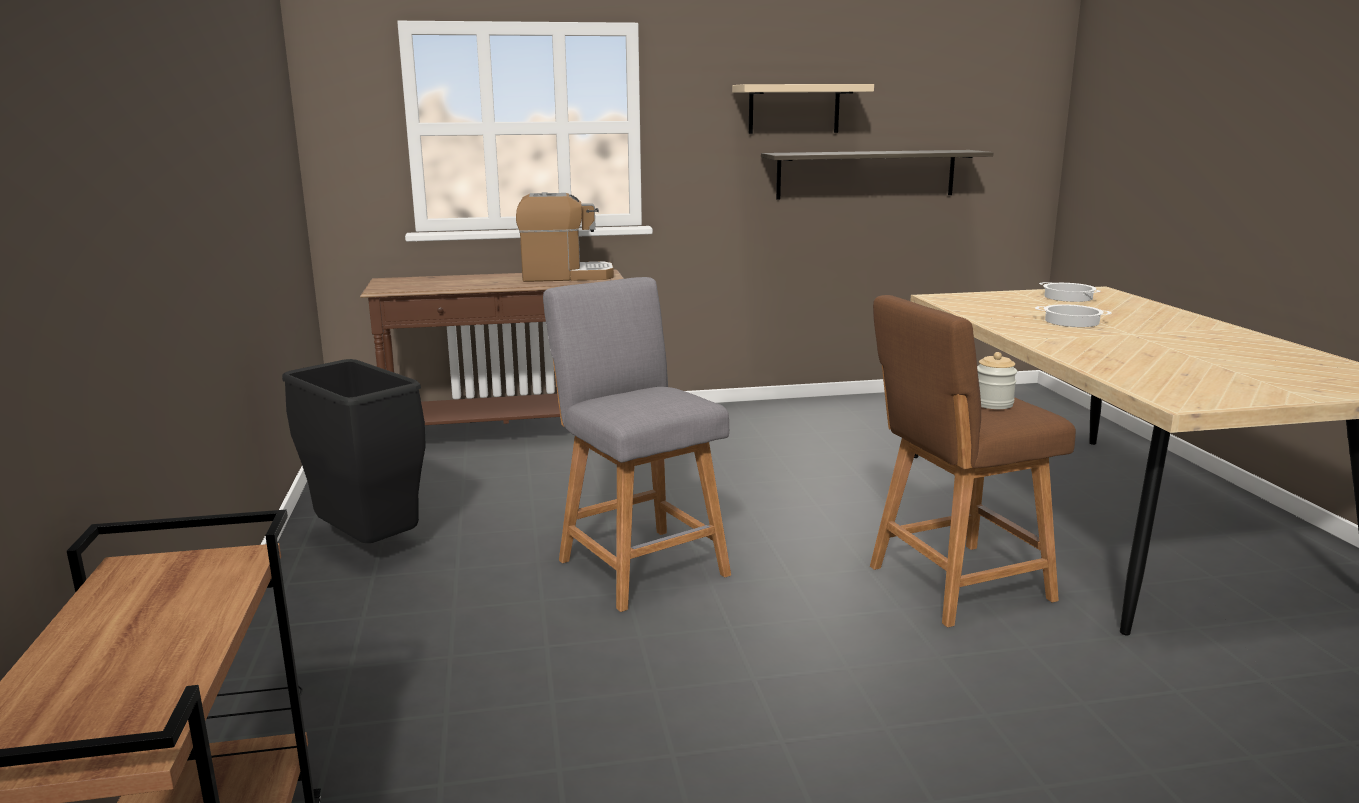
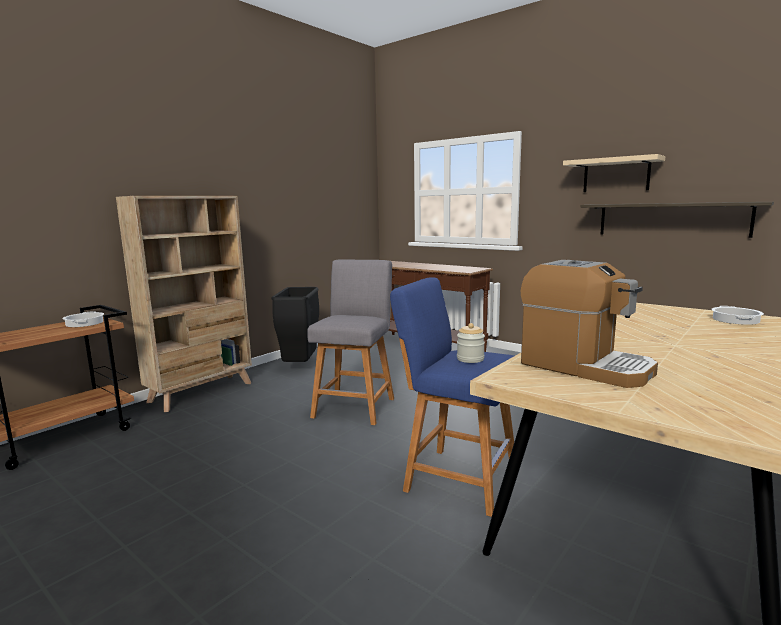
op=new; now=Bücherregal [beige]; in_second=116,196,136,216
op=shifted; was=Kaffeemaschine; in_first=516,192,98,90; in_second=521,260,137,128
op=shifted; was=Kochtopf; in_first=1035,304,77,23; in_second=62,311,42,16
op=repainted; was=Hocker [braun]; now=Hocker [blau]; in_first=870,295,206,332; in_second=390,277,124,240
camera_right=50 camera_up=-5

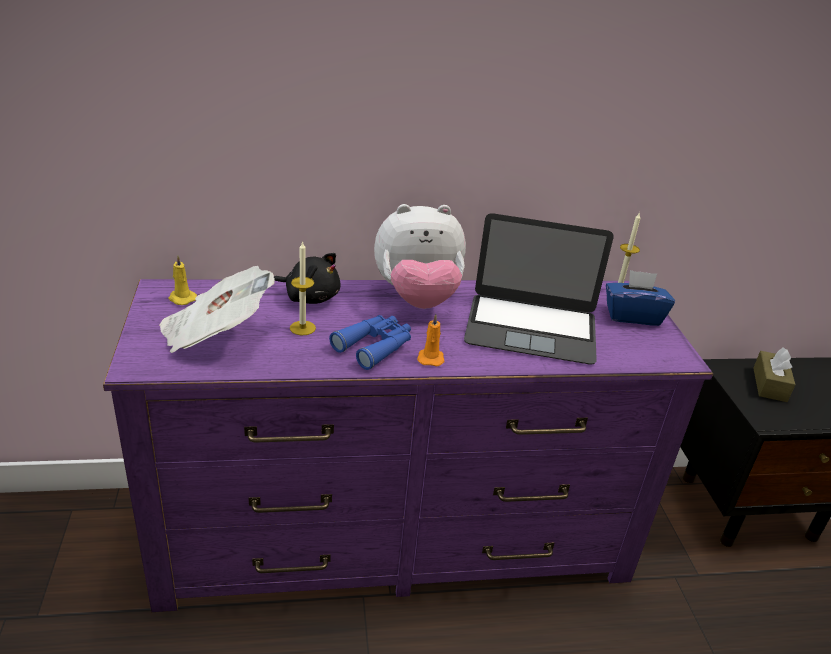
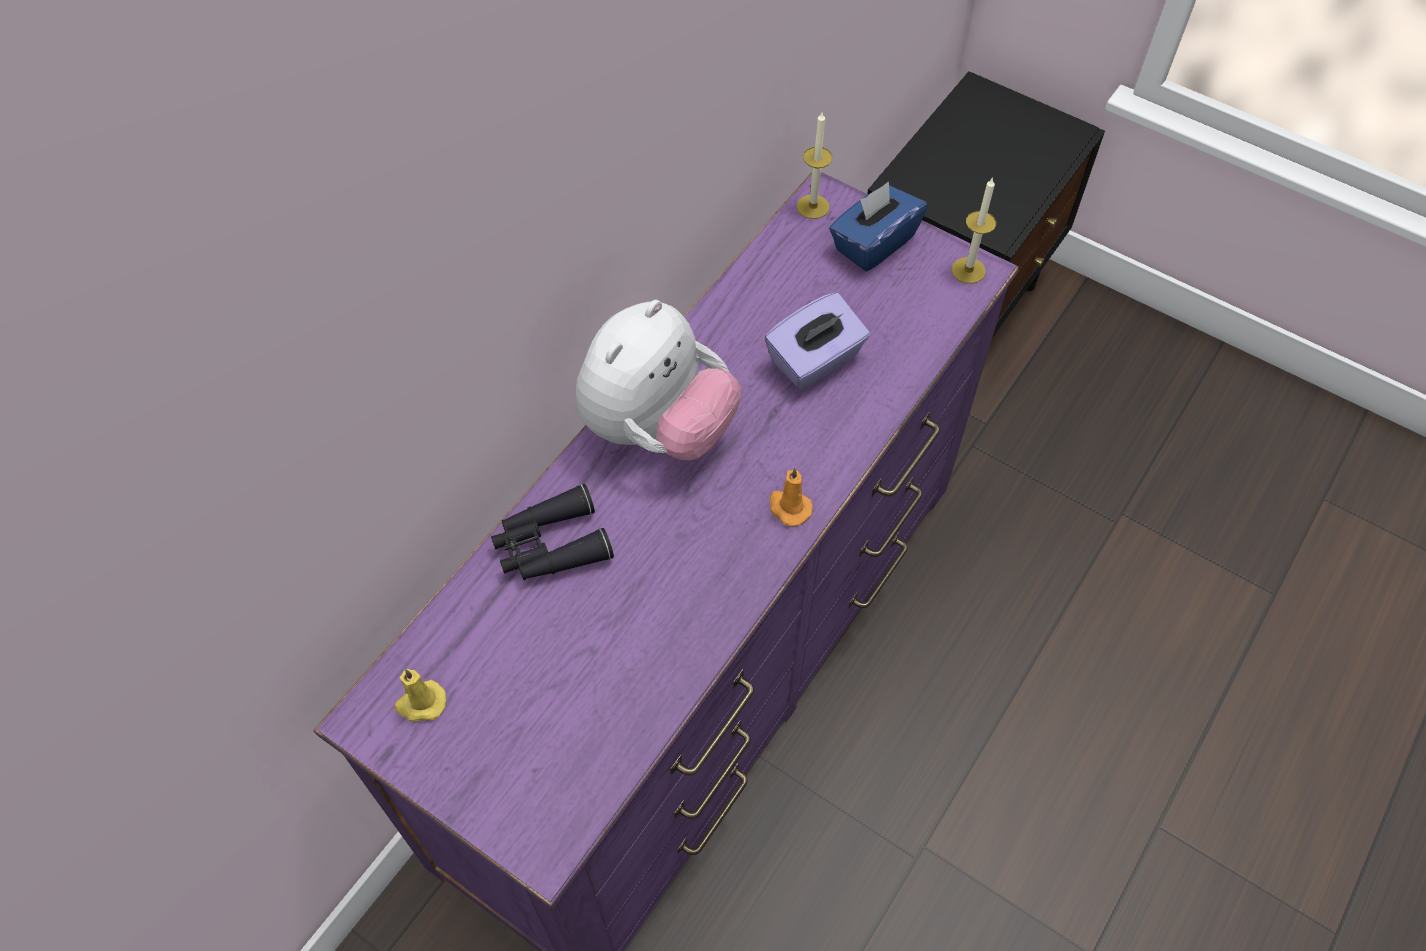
op=gone; was=Zeitung; in_first=159,266,116,87
op=gone; was=Fernglas [blau]; in_first=329,315,82,55
op=gone; was=Taschentuchbox [braun]; in_first=753,347,42,55
op=shifted; was=Kerze; in_first=290,241,26,94; in_second=952,177,44,107
op=swapped; was=Plüschtier [schwarz]; now=Fernglas [schwarz]; in_first=274,253,66,51; in_second=491,483,123,97
op=swapped; was=Laptop; now=Taschentuchbox [lila]; in_first=464,213,150,152; in_second=765,292,105,98
camera_right=-45 camera_up=25

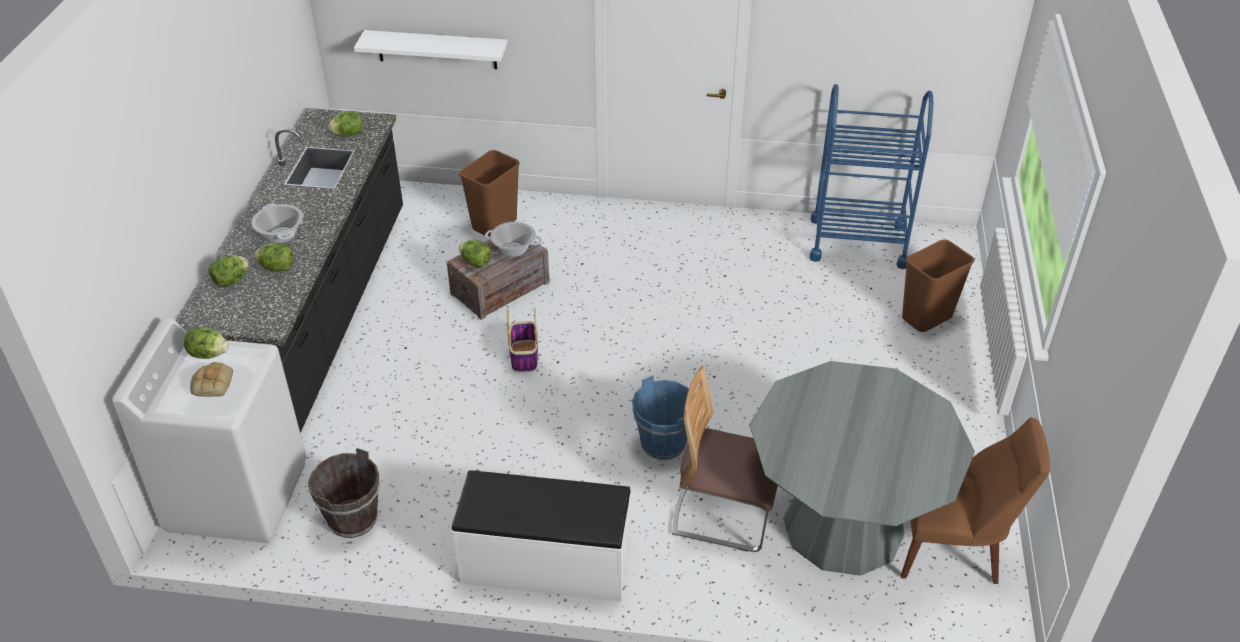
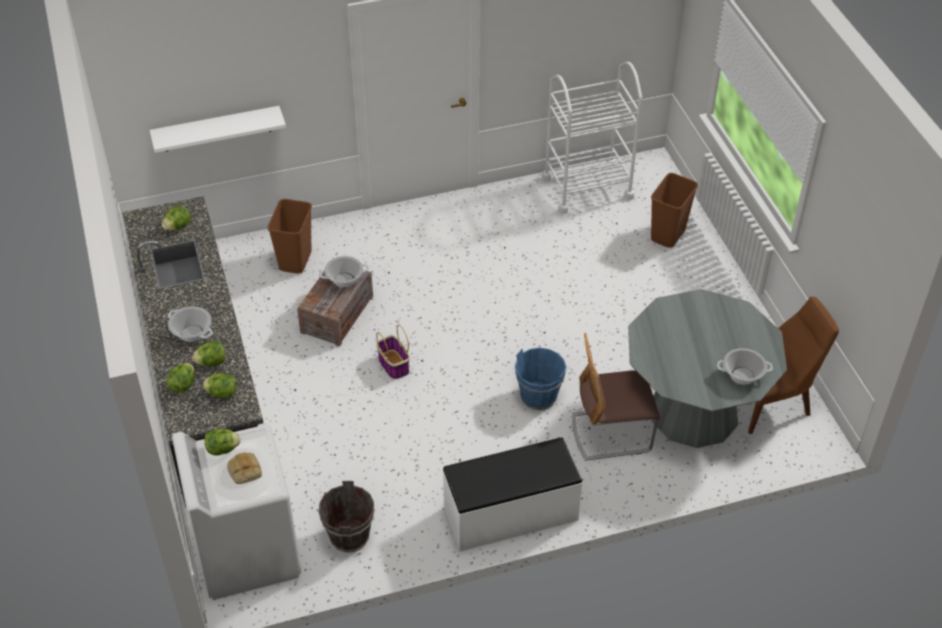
op=new; now=Kochtopf; in_second=716,348,57,36
op=shifted; was=Salatkopf; in_first=459,240,32,27; in_second=203,373,34,25
op=repainted; was=Rollwagen [blau]; now=Rollwagen [weiß]; in_first=809,84,124,185; in_second=542,61,100,153
camera_right=-25 camera_up=5

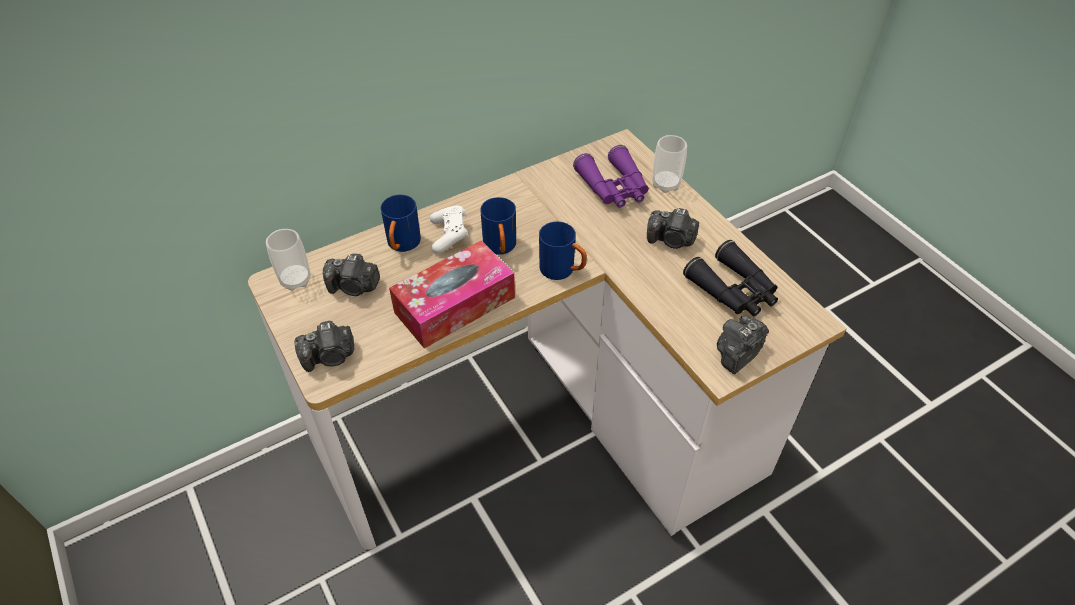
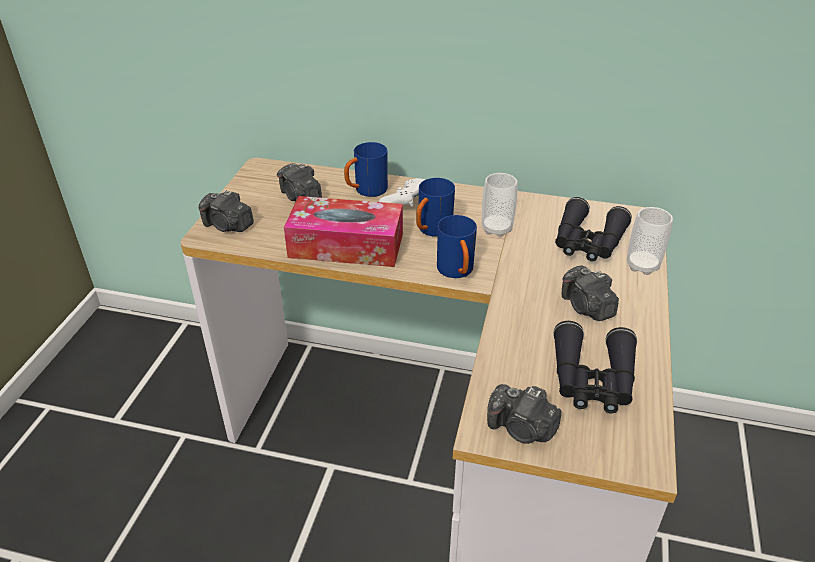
op=shifted; was=Tasse; in_first=266,229,45,62; in_second=482,173,36,64
op=repainted; was=Fernglas [lila]; now=Fernglas [schwarz]; in_first=573,145,76,63; in_second=555,197,77,65
op=rotated; was=Kamera; in_first=717,316,52,58; in_second=487,384,74,60; clockwise=-150
camera_right=45 camera_up=-10

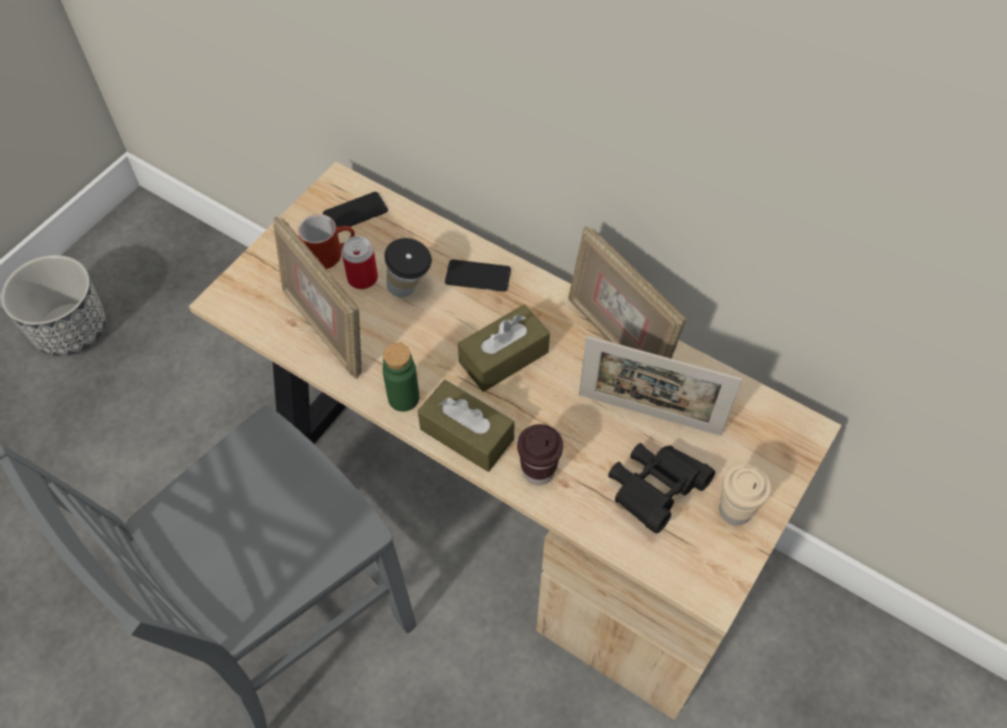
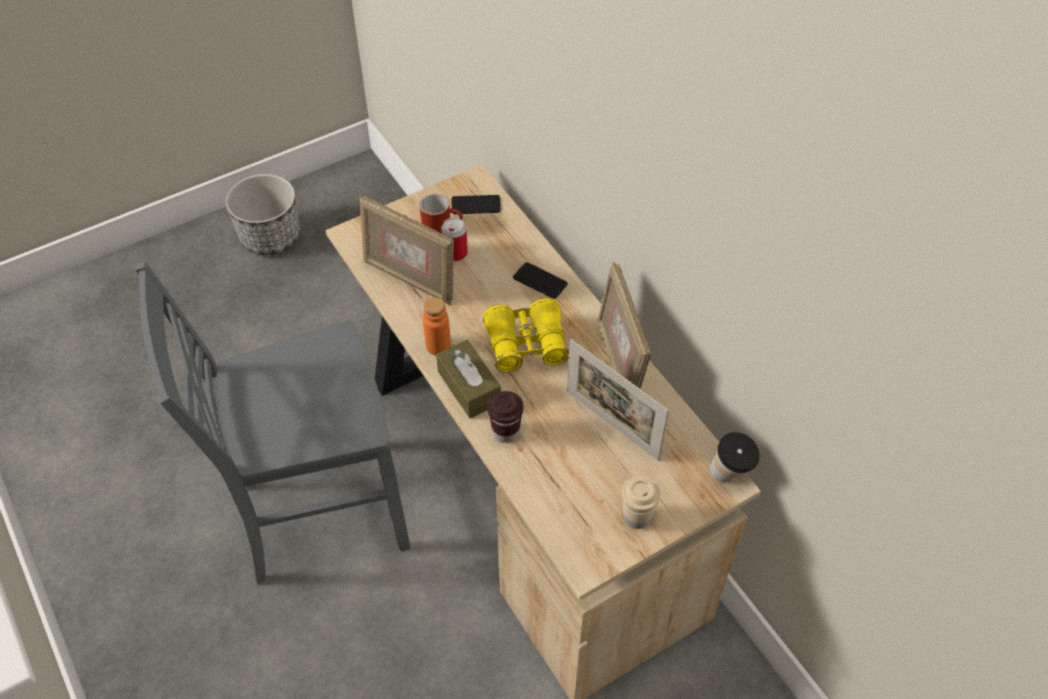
op=gone; was=Fernglas [schwarz]; in_first=608,443,107,90
op=shifted; was=Tasse; in_first=385,238,47,59; in_second=710,432,50,50
op=swapped; was=Taschentuchbox [braun]; now=Fernglas [gelb]; in_first=458,304,92,88; in_second=483,298,86,75
op=repainted; was=Flasche [grün]; now=Flasche [orange]; in_first=383,343,36,69; in_second=423,297,28,59
op=rotated; was=Bilderrahmen; in_first=273,217,89,162; in_second=360,196,94,109; clockwise=-45
camera_right=25 camera_up=-5

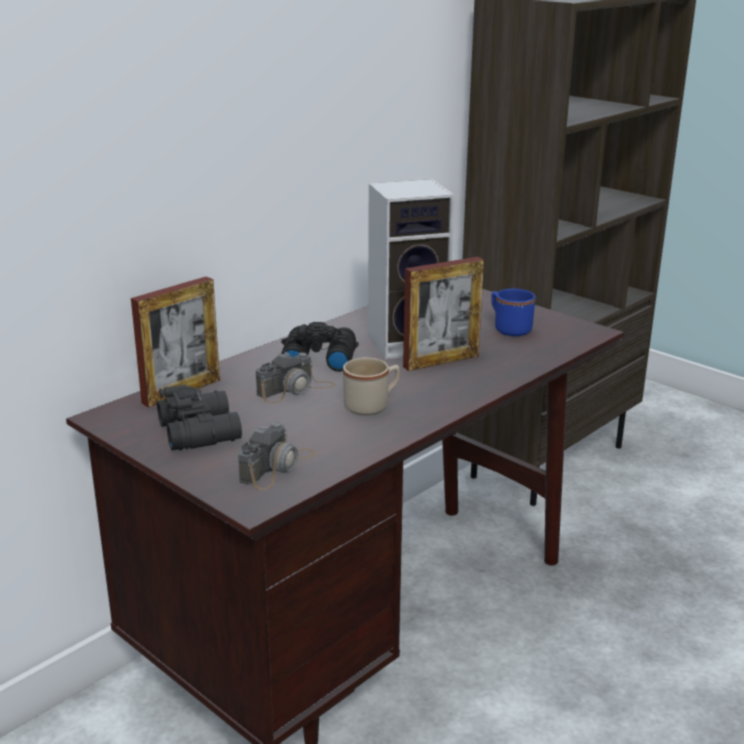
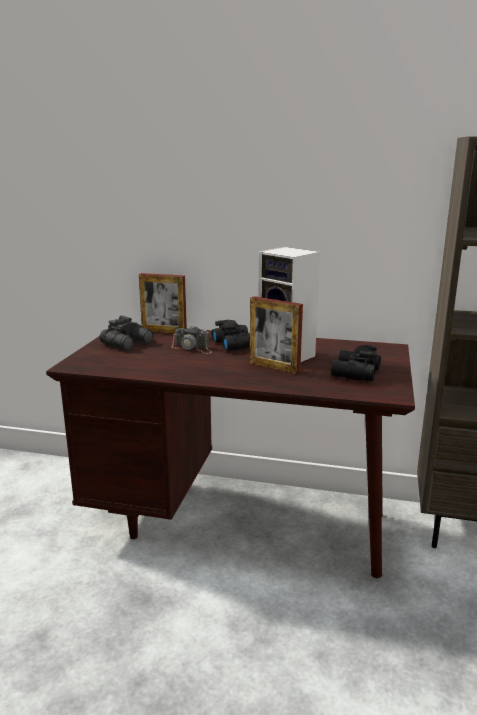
op=gone; was=Kamera; in_first=238,422,78,68
op=gone; was=Henkelbecher [beige]; in_first=343,358,57,58
op=swapped; was=Henkelbecher [blau]; now=Fernglas [schwarz]; in_first=491,289,45,47; in_second=331,345,50,37
camera_right=60 camera_up=-5

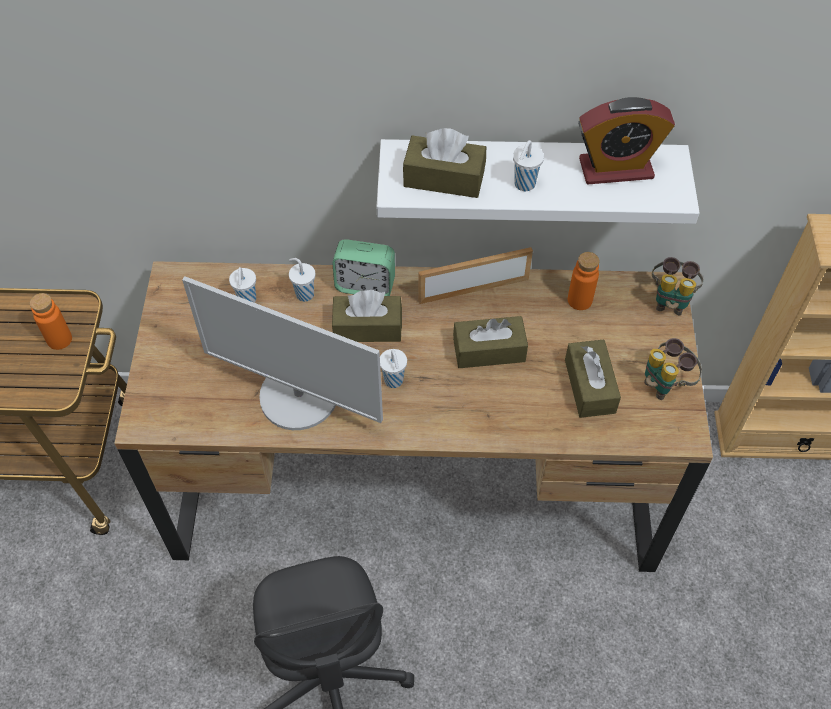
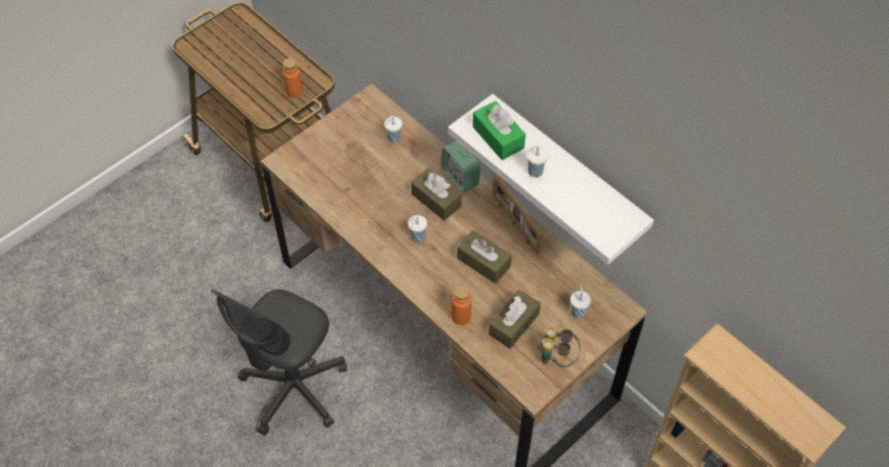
op=gone; was=Monitor; in_first=182,276,201,154
op=gone; was=Wecker; in_first=578,97,97,87
op=gone; was=Fernglas; in_first=652,257,52,58
op=shifted; was=Tasse [weiß]; in_first=289,258,26,44; in_second=570,285,21,34
op=shifted; was=Flasche [orange]; in_first=568,252,32,58; in_second=452,285,19,40
op=repainted; was=Taschentuchbox [braun]; now=Taschentuchbox [grün]; in_first=403,128,83,70; in_second=473,101,53,59
op=rotated; was=Bilderrahmen; in_first=418,247,115,57; in_second=493,174,50,80; clockwise=-150
camera_right=45 camera_up=0

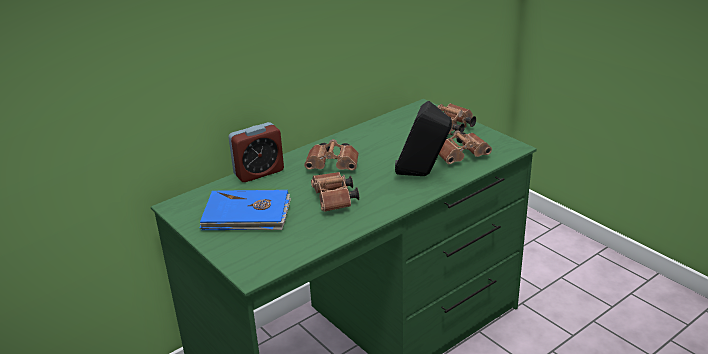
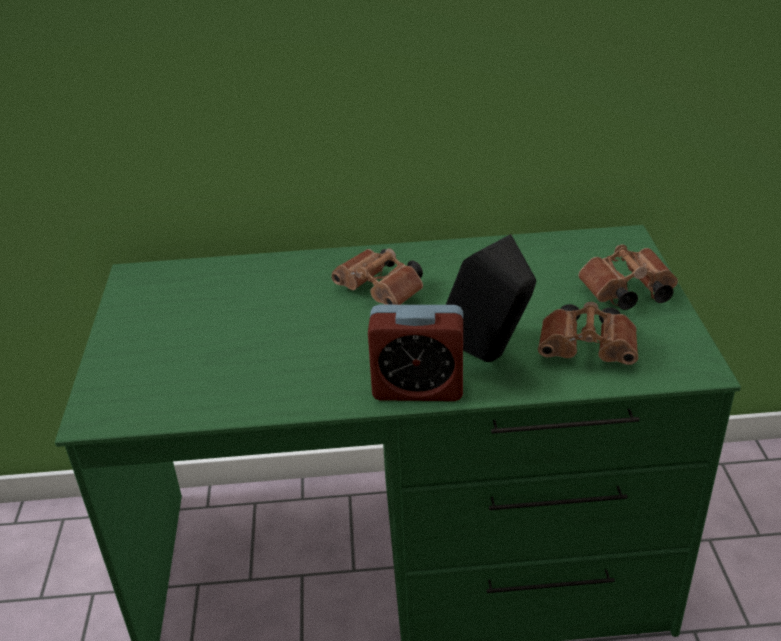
op=gone; was=Buch [blau]; in_first=200,190,91,40
op=gone; was=Fernglas [braun]; in_first=311,172,48,40
op=shifted; was=Wecker; in_first=228,122,56,60; in_second=368,305,95,96
camera_right=35 camera_up=5

